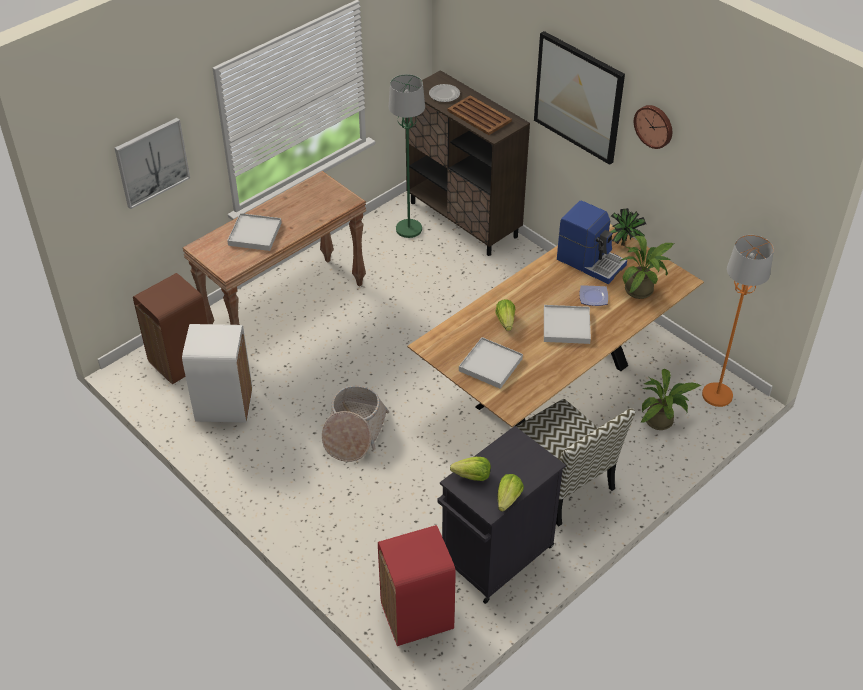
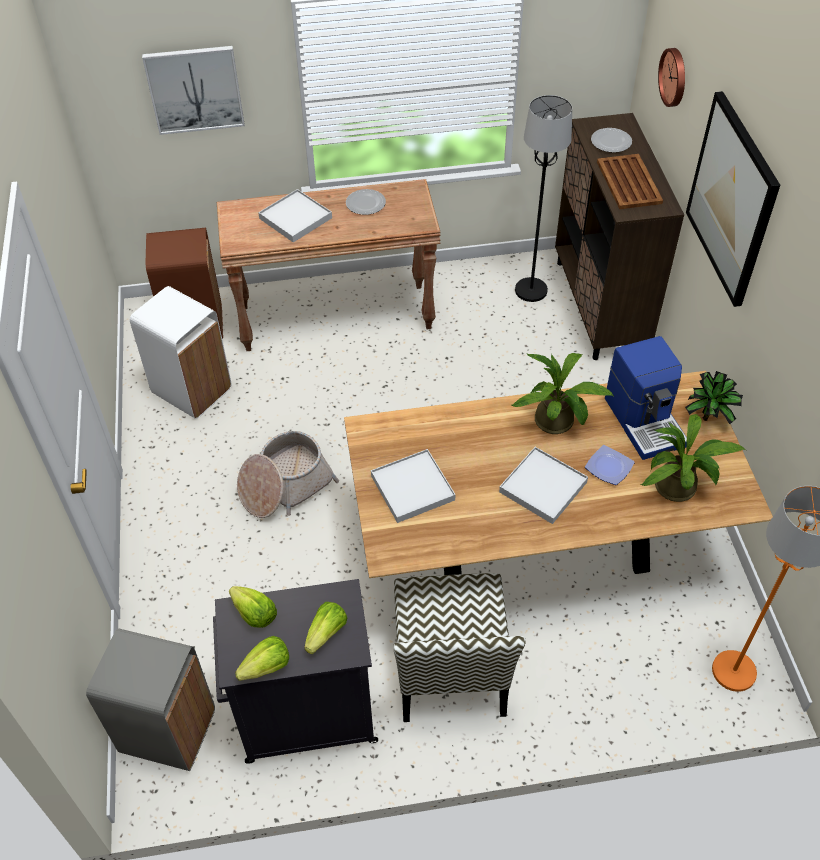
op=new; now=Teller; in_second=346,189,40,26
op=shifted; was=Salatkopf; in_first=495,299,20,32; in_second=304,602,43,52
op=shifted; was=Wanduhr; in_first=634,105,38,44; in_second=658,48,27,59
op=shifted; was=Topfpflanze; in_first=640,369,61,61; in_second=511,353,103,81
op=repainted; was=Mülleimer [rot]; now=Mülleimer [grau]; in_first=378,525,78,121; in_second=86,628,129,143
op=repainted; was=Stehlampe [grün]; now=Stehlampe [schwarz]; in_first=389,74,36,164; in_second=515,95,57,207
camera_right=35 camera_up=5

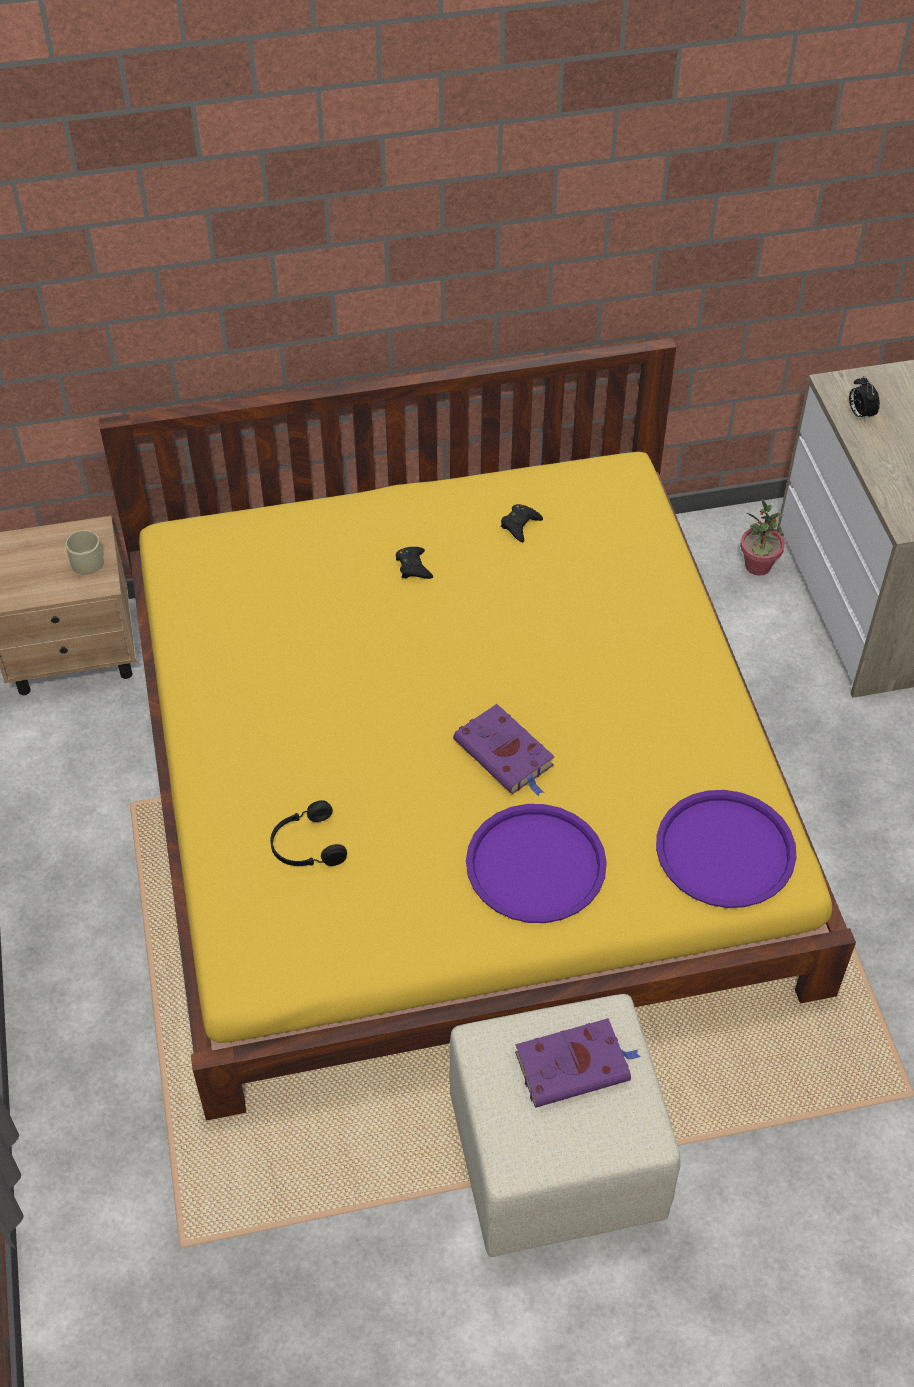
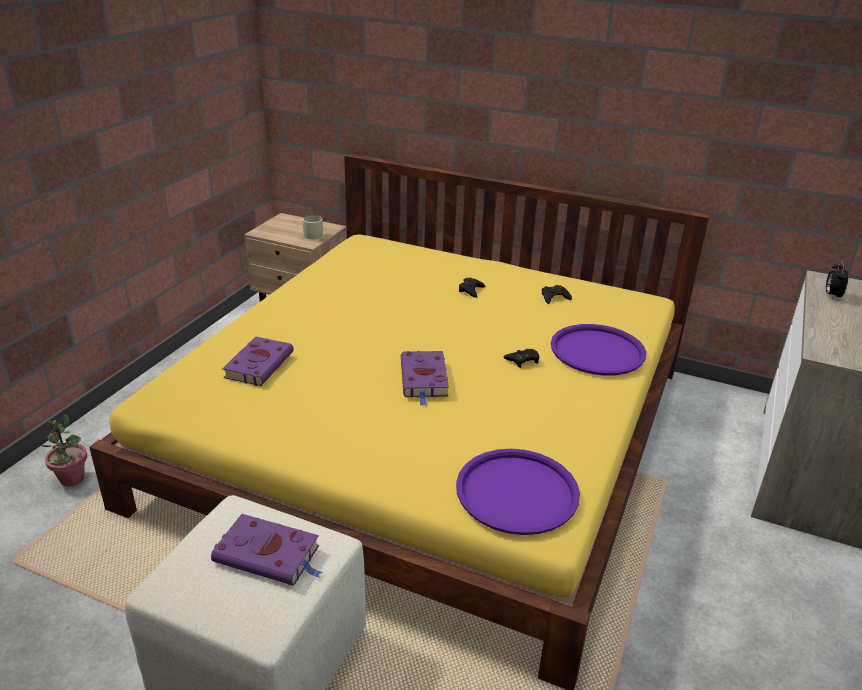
op=new; now=Gamepad [schwarz]; in_second=503,349,37,19
op=shifted; was=Tablett [lila]; in_first=466,804,141,119; in_second=551,324,95,52
op=shifted; was=Topfpflanze; in_first=740,499,45,77; in_second=41,414,46,72
op=swapped; was=Kopfhörer [schwarz]; now=Buch [lila]; in_first=270,800,77,66; in_second=222,336,72,50
camera_right=35 camera_up=-20

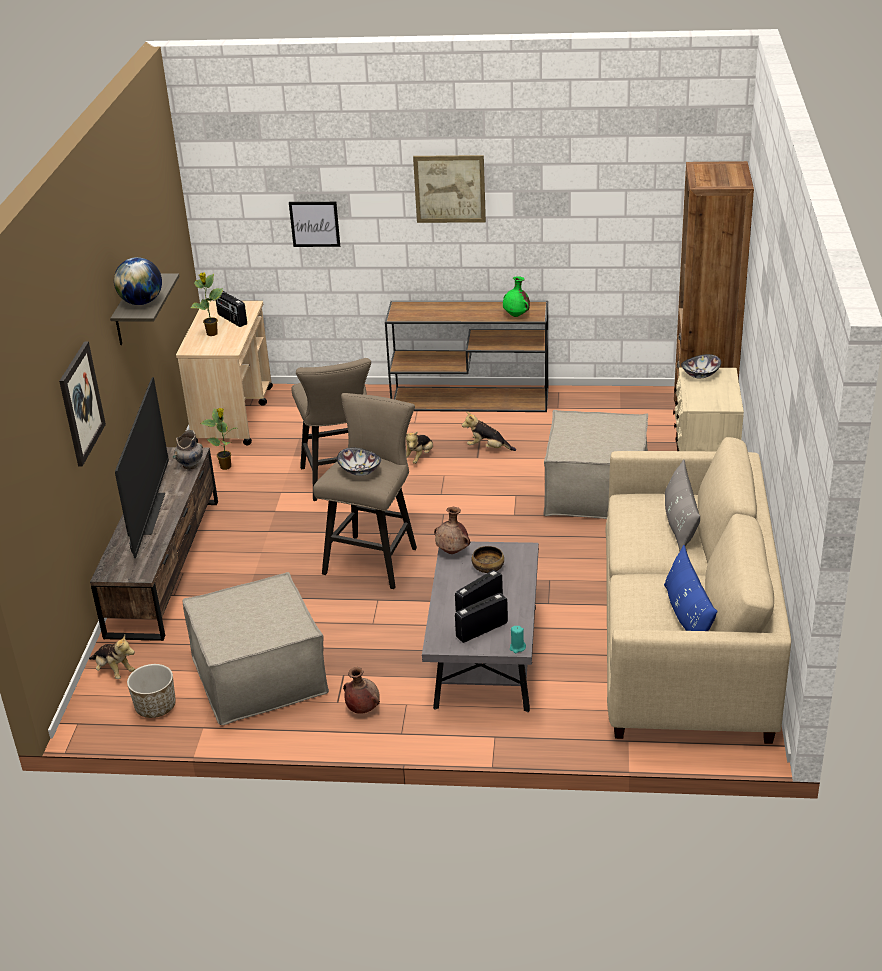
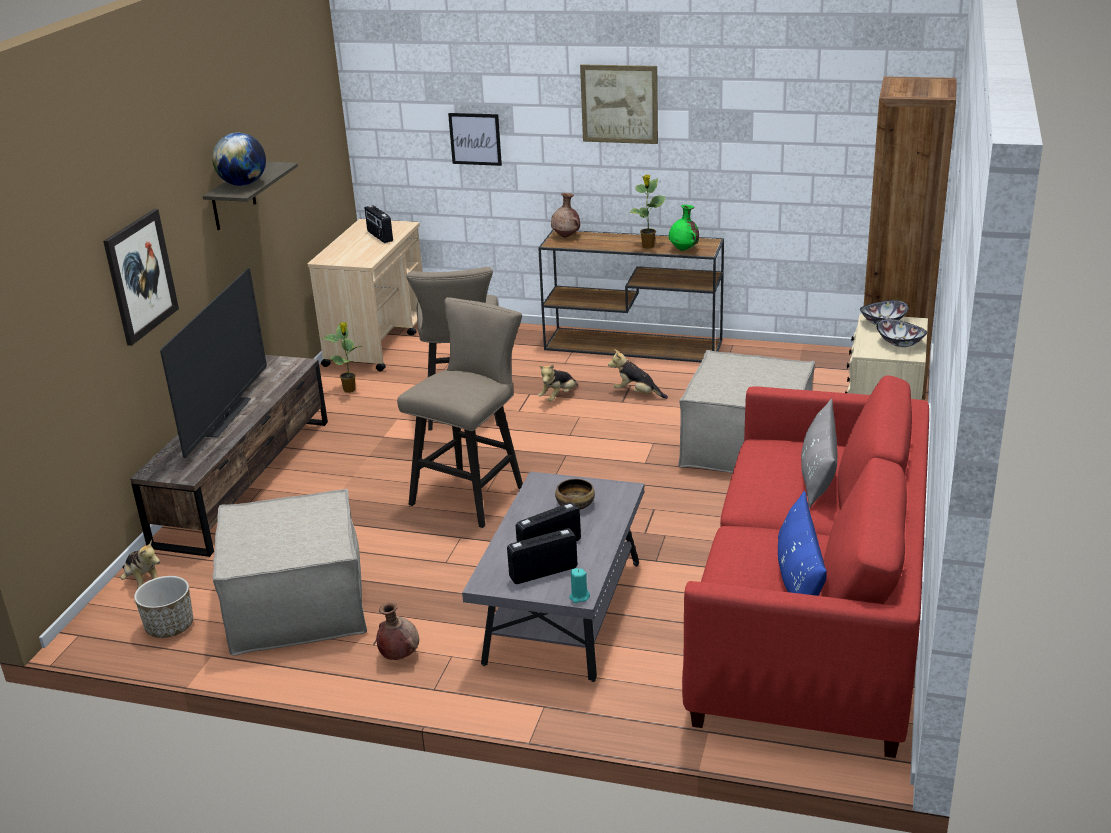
op=gone; was=Vase [grau]; in_first=172,430,31,40
op=shifted; was=Topfpflanze; in_first=191,273,32,63; in_second=629,175,37,74
op=shifted; was=Schüssel; in_first=337,448,44,28; in_second=877,319,50,28
op=shifted; was=Vase [braun]; in_first=434,507,36,47; in_second=551,193,29,45
op=repainted; was=Sofa [beige]; now=Sofa [rot]; in_first=606,437,185,307; in_second=682,375,247,383
camera_right=10 camera_up=-5

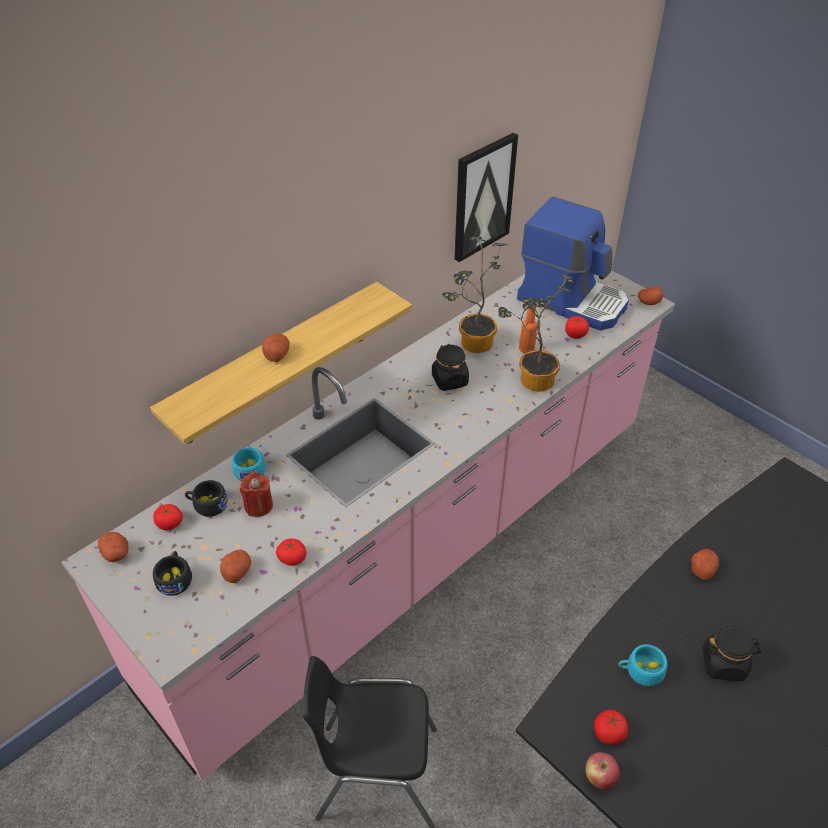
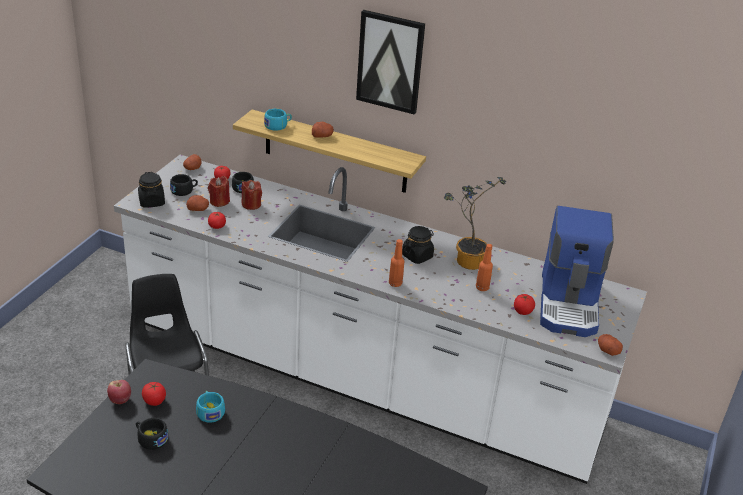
op=gone; was=Topfpflanze; in_first=498,274,76,118
op=gone; was=Kartoffel; in_first=691,549,28,31
op=new; now=Tasse [schwarz]; in_second=136,418,32,32
op=new; now=Kerze [rot]; in_second=208,176,22,31
op=new; now=Flasche [orange]; in_second=389,239,15,48
op=shifted; was=Tasse [türkis]; in_first=232,445,34,36; in_second=264,109,28,22
op=shifted; was=Bild; in_first=454,133,64,129; in_second=356,10,69,104
op=shifted; was=Vorratsglas [schwarz]; in_first=701,625,60,56; in_second=138,172,27,36
op=repainted; was=Küchenzeile [rosa]; now=Küchenzeile [weiß]; in_first=62,270,613,510; in_second=114,155,533,329
camera_right=65 camera_up=-10

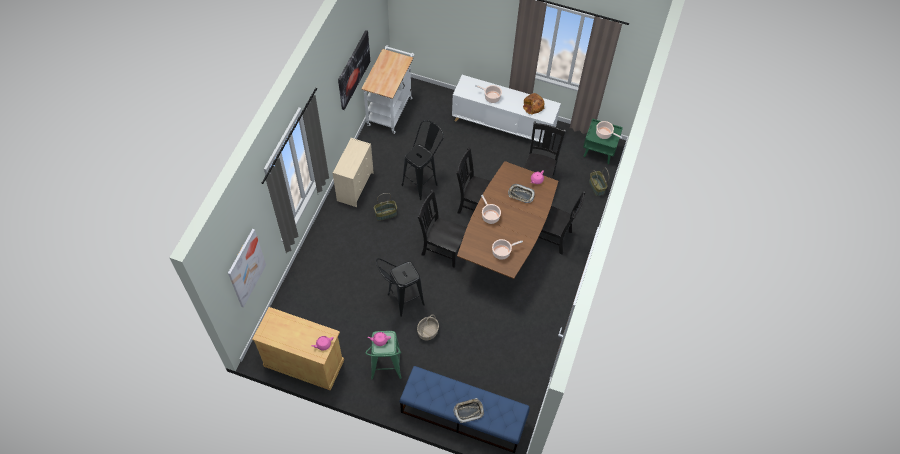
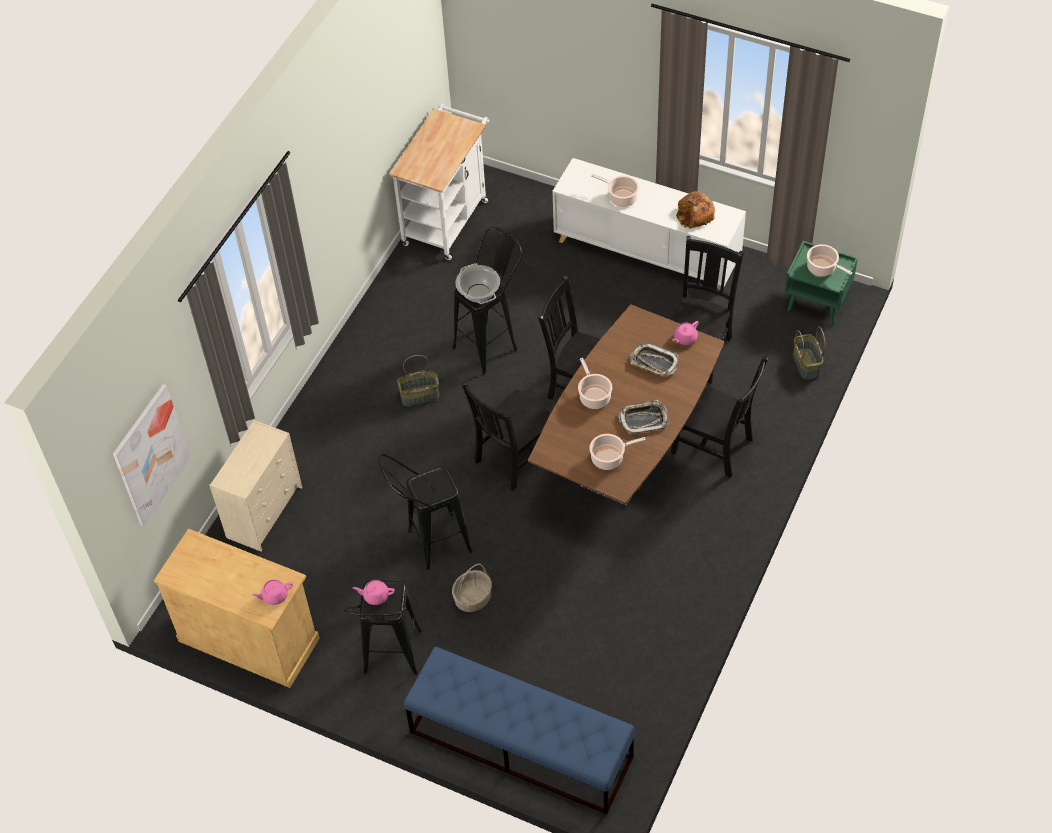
op=gone; was=Bild; in_first=338,30,32,80
op=new; now=Kochtopf; in_second=456,263,44,41
op=shifted; was=Kommode [beige]; in_first=332,138,42,69; in_second=210,420,92,132
op=shifted; was=Tablett; in_first=453,398,31,25; in_second=618,400,50,34
op=repainted; was=Hocker [grün]; now=Hocker [schwarz]; in_first=365,331,37,48; in_second=344,580,78,95
op=rotated; was=Stuhl [schwarz]; in_first=418,190,48,78; in_second=461,382,90,109; clockwise=-75
camera_right=10 camera_up=-5

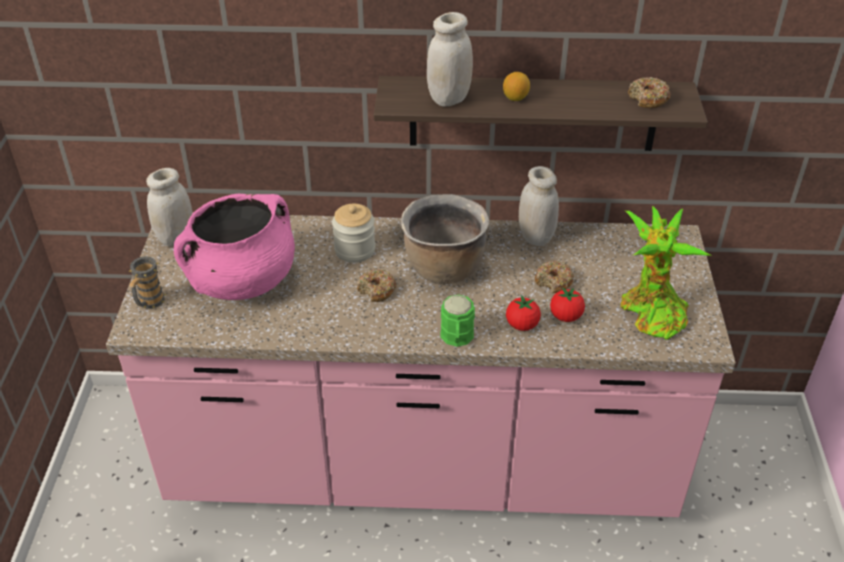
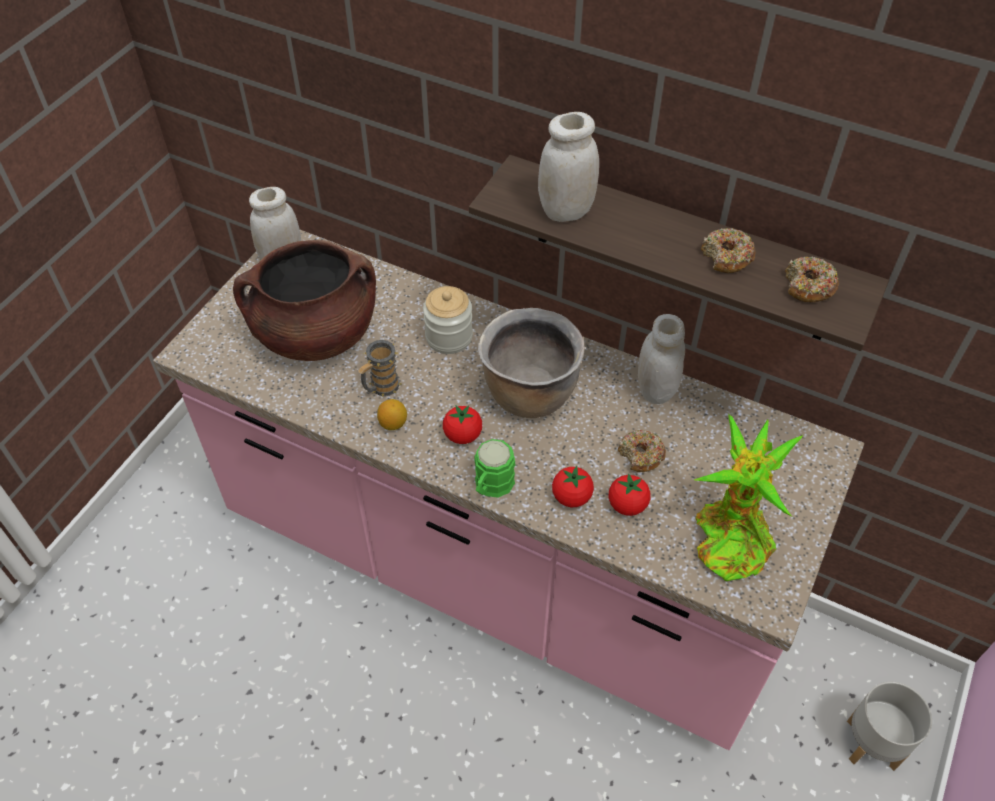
op=new; now=Tomate; in_second=443,405,39,39
op=new; now=Pflanzkübel [grau]; in_second=847,682,85,89
op=shifted; was=Henkelbecher; in_first=128,256,38,53; in_second=358,340,43,57
op=shifted; was=Donut; in_first=357,269,40,33; in_second=701,228,55,45
op=shifted; was=Zitrone; in_first=503,72,27,29; in_second=377,399,30,31
op=repainted; was=Kochtopf [rosa]; now=Kochtopf [braun]; in_first=174,194,121,106; in_second=233,240,143,121
camera_right=25 camera_up=10

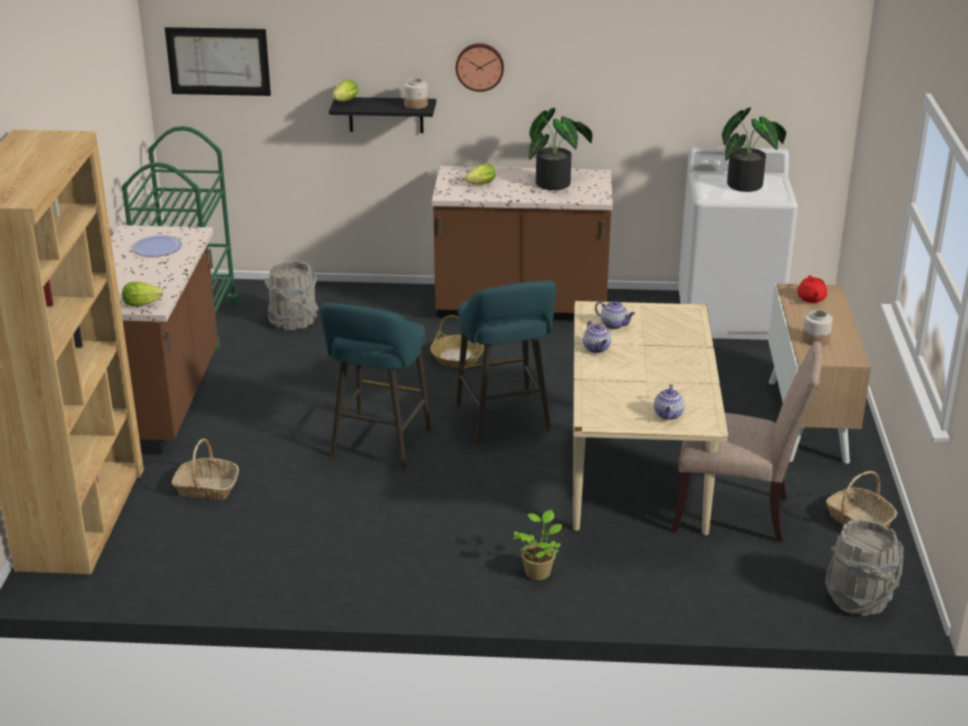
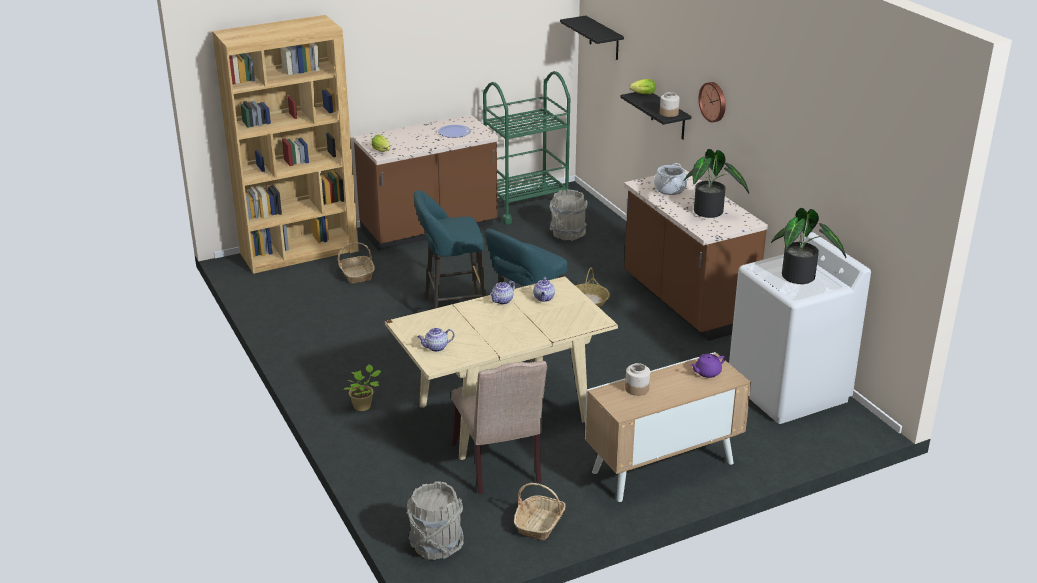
op=swapped; was=Bild; now=Wandregal [schwarz]; in_first=165,27,106,69; in_second=560,16,64,44
op=swapped; was=Salatkopf; now=Kochtopf; in_first=465,164,31,20; in_second=654,163,33,32
op=repainted; was=Teekanne [rot]; now=Teekanne [lila]; in_first=797,275,30,28; in_second=690,354,36,24
camera_right=60 camera_up=0

